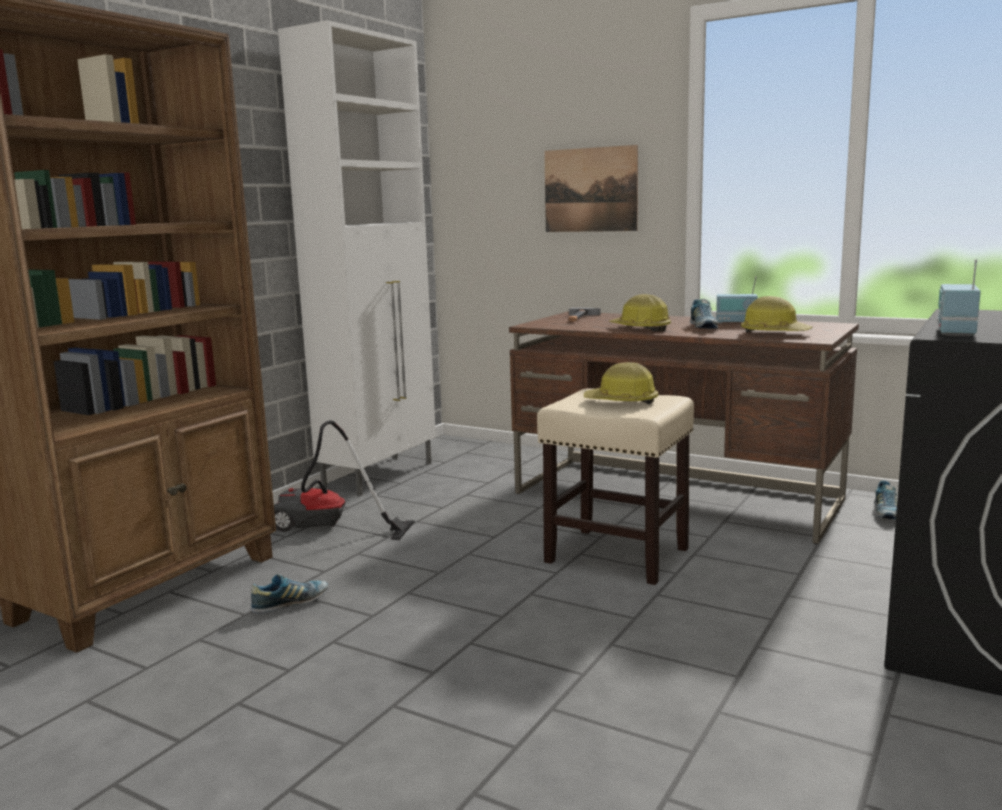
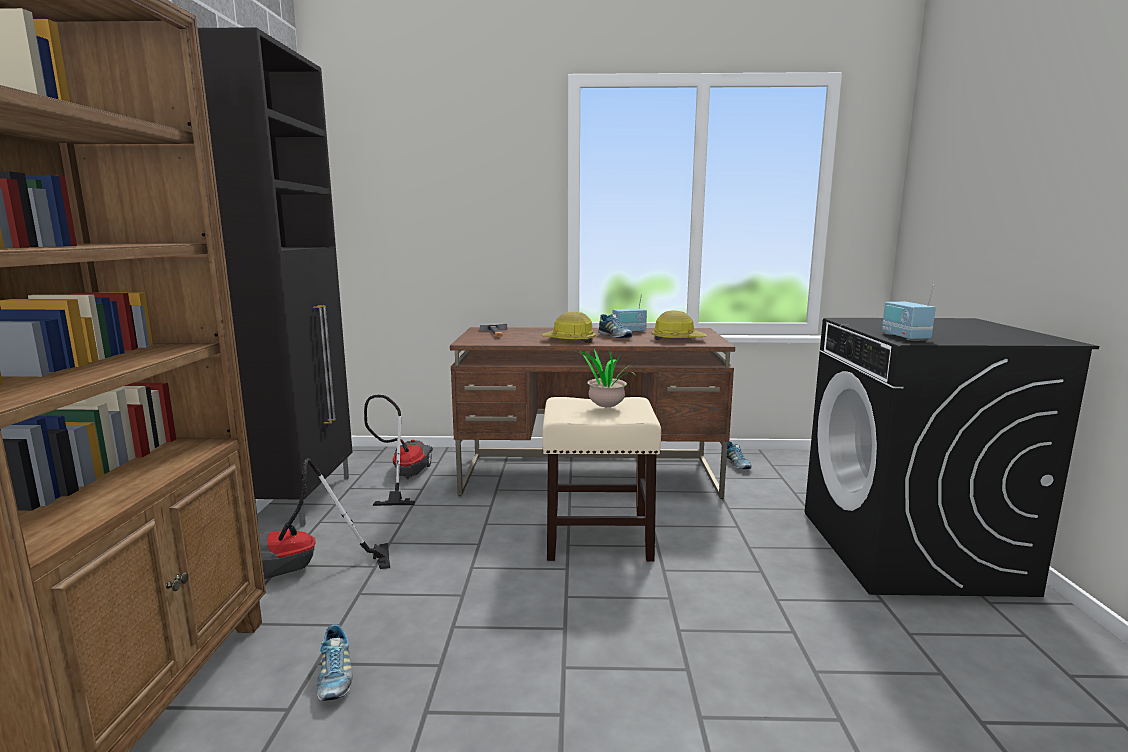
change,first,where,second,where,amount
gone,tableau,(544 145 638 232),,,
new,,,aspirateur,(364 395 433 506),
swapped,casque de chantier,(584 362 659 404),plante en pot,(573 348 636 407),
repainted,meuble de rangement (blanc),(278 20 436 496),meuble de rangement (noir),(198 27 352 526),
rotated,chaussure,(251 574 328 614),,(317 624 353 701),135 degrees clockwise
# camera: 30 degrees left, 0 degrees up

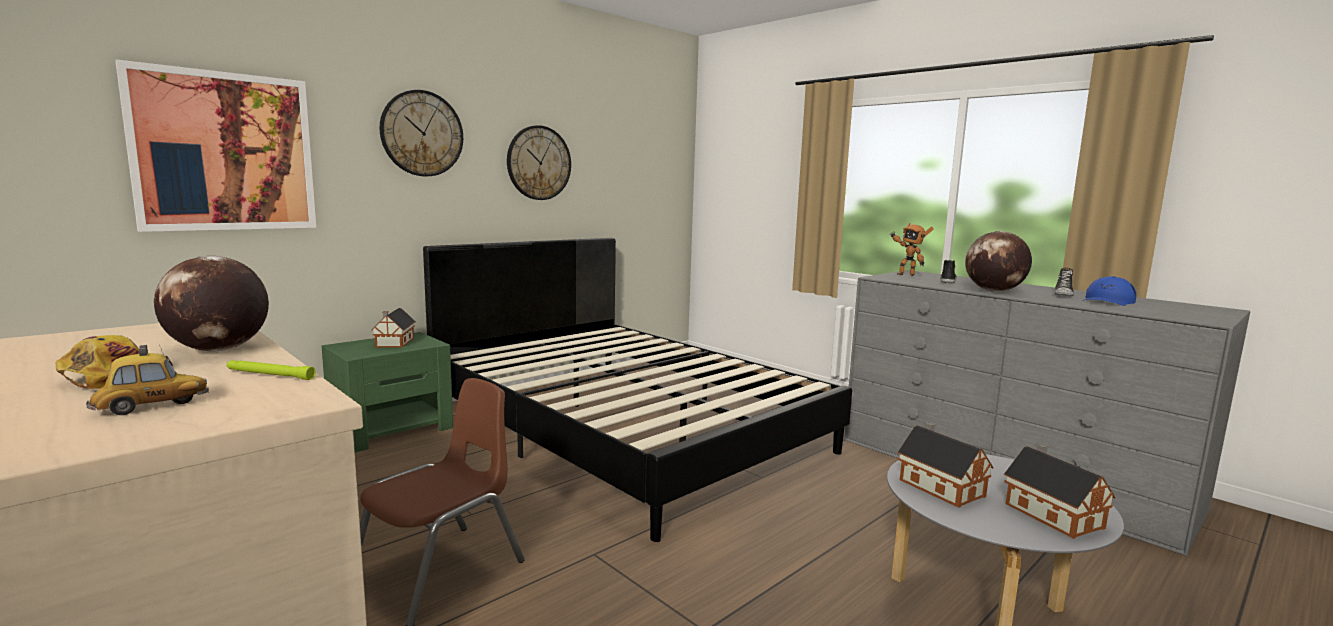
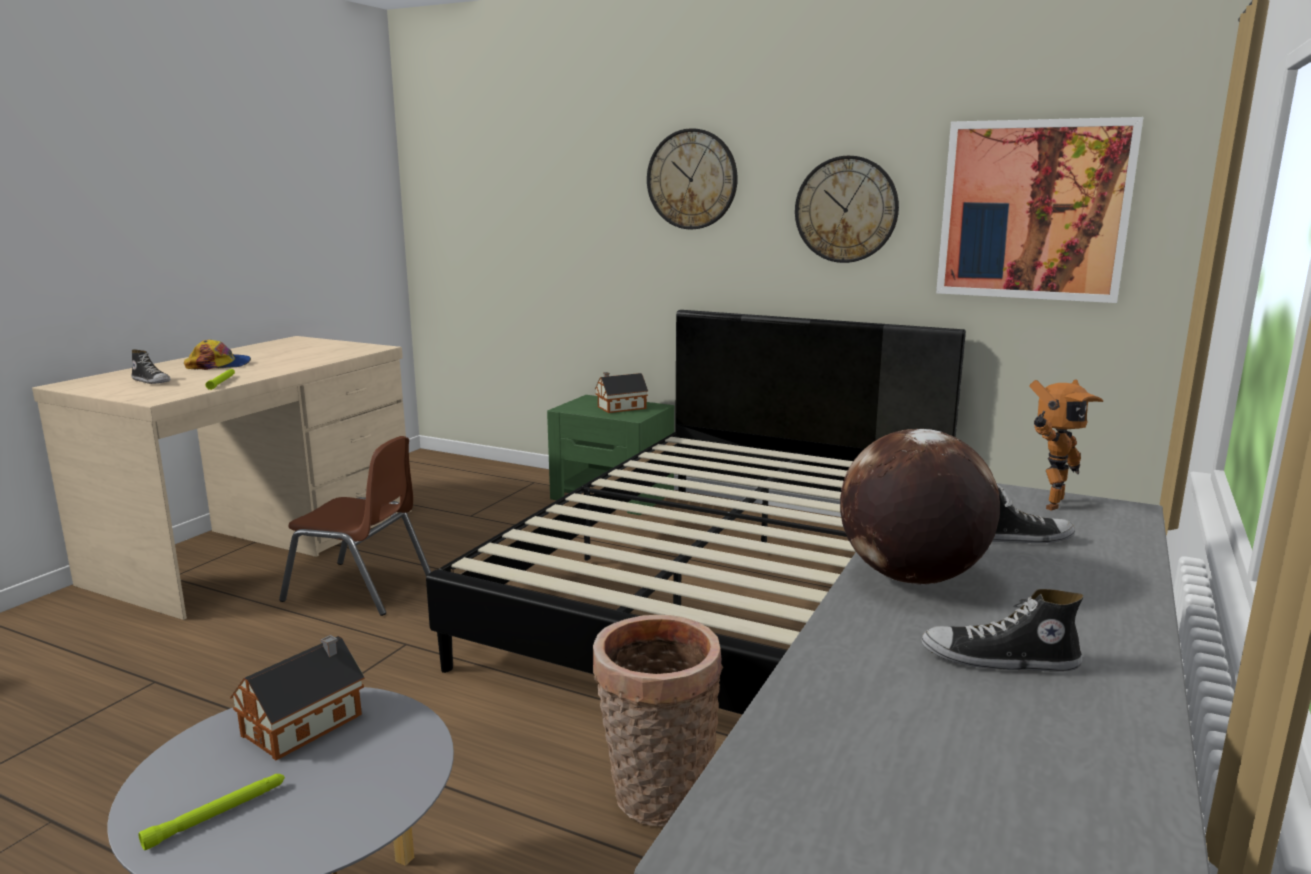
change,first,where,second,where,amount
gone,globe,(154 256 269 351),,,
gone,casquette (bleu),(1085 276 1137 306),,,
new,,,panier,(593 615 723 827),
shifted,tableau,(115 59 316 232),,(936 117 1143 303),
swapped,petite voiture,(86 344 209 415),chaussure,(131 349 170 384),
swapped,maison miniature,(1004 443 1116 539),lampe de poche (vert),(138 774 285 850),
rotated,robot jouet,(890 223 933 276),,(1030 379 1103 511),150 degrees counterclockwise
# camera: 70 degrees right, 5 degrees up

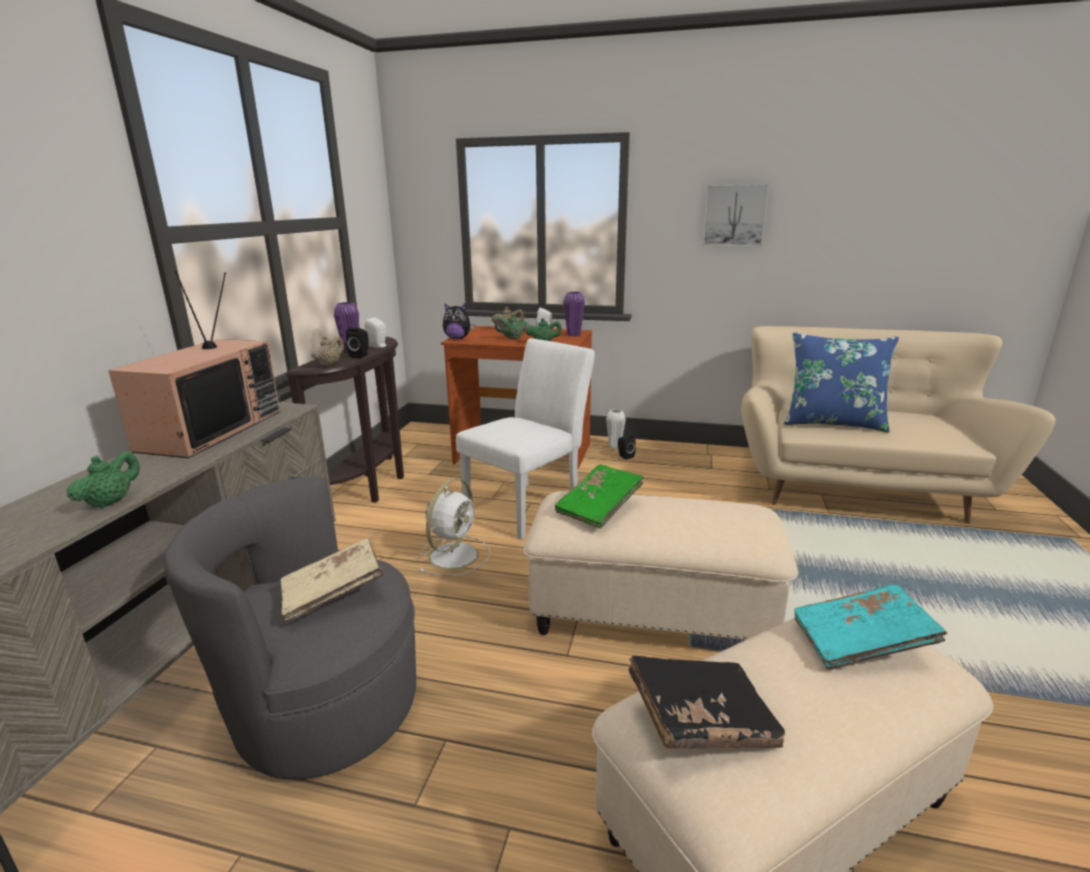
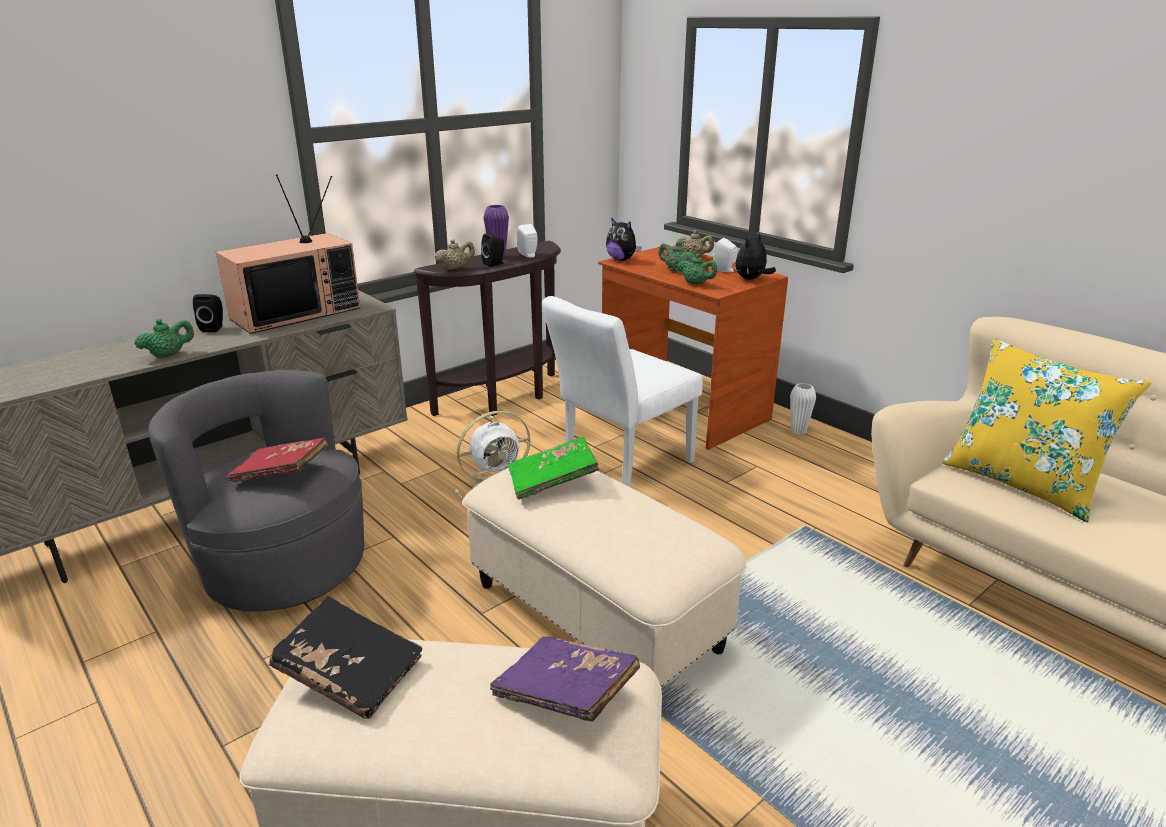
change,first,where,second,where,amount
gone,tableau,(703 184 769 246),,,
shifted,enceinte (noir),(618 435 636 460),,(193 294 223 332),
swapped,vase (violet),(563 292 585 336),peluche,(736 233 776 280),
repainted,livre (beige),(281 538 383 623),livre (rouge),(226 438 328 483),
repainted,coussin (bleu),(784 333 899 433),coussin (jaune),(942 338 1151 522),
repainted,livre (turquoise),(794 584 948 670),livre (violet),(490 637 640 722),
rotated,chaise (blanc),(456 338 595 540),,(542 296 703 487),150 degrees clockwise
# camera: 35 degrees right, 5 degrees up

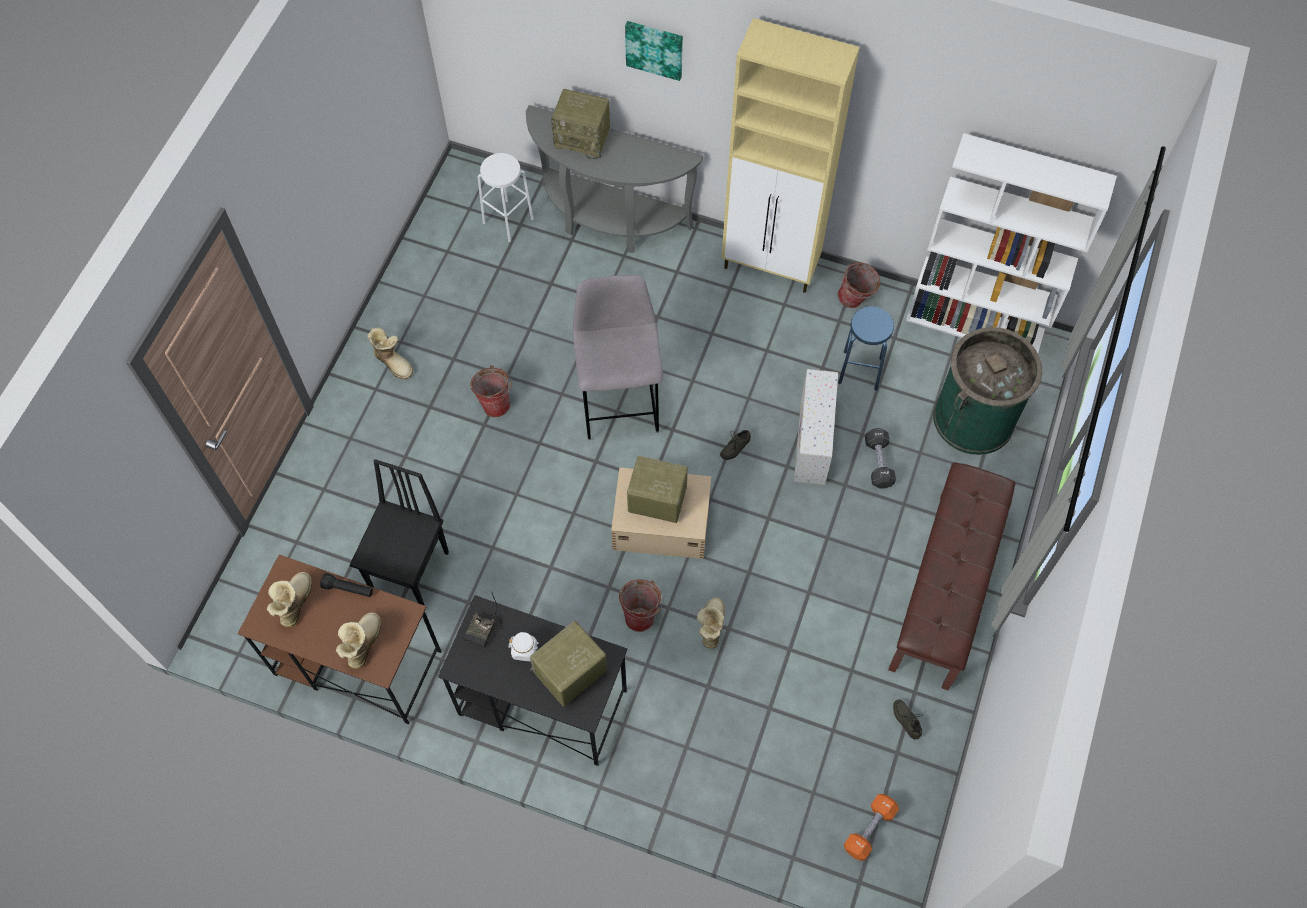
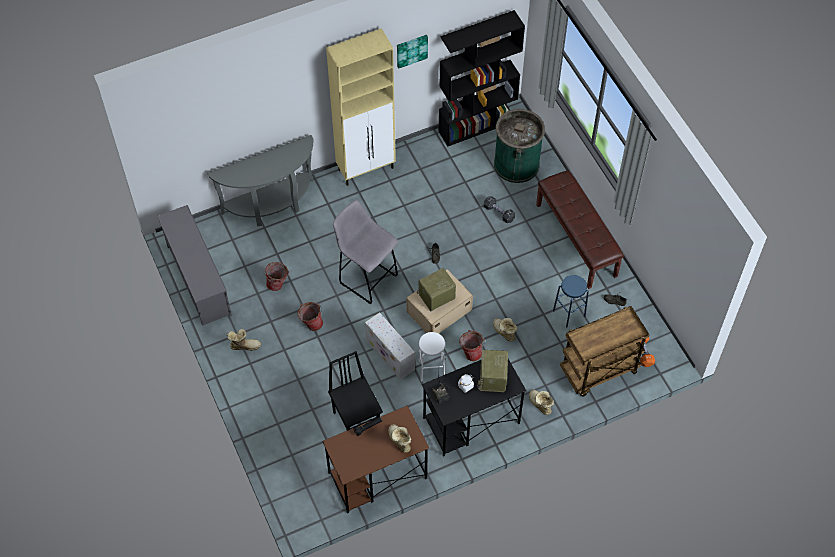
change,first,where,second,where,amount
gone,radio,(551 89 610 159),,,
new,,,étagère à chaussures (gris),(157 205 232 326),
new,,,chariot (marron),(560 306 649 397),
shifted,botte,(267 572 312 627),,(529 389 554 415),
shifted,tabouret (blanc),(478 153 534 242),,(418 332 445 382),
shifted,tableau,(625 21 683 81),,(397 35 428 69),
shifted,boîte de rangement (blanc),(794 369 838 485),,(365 312 415 380),
shifted,seau,(838 262 880 308),,(265 262 289 291),
shifted,tabouret (bleu),(838 306 894 391),,(553 275 589 327),
repainted,bibliothèque (blanc),(906 133 1117 353),bibliothèque (noir),(438 10 525 147),
# camera: 45 degrees left, 5 degrees down

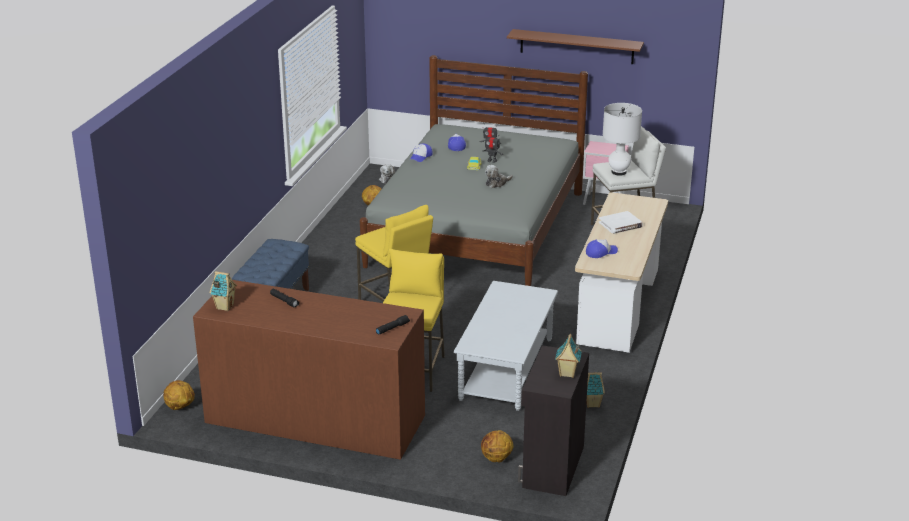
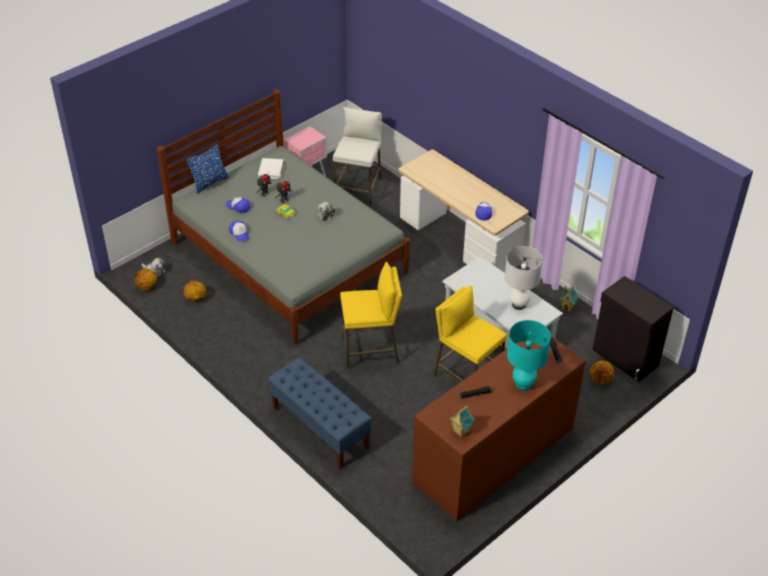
change,first,where,second,where,amount
gone,étagère (marron),(507 29 644 64),,,
gone,maison miniature,(555 334 582 378),,,
new,,,coussin (bleu),(186 144 229 193),
new,,,lampe de table (turquoise),(507 320 551 391),
shifted,ballon de basket,(163 380 195 410),,(134 268 157 290),
shifted,livre (blanc),(599 211 643 234),,(258 158 285 179),
shifted,lampe de table (blanc),(603 103 642 176),,(505 246 543 310),
# camera: 60 degrees left, 15 degrees up

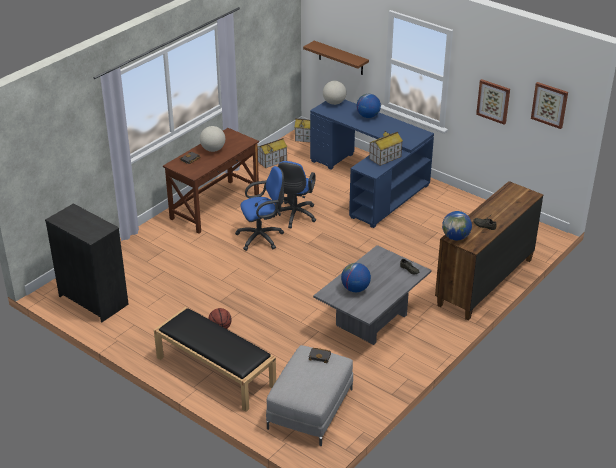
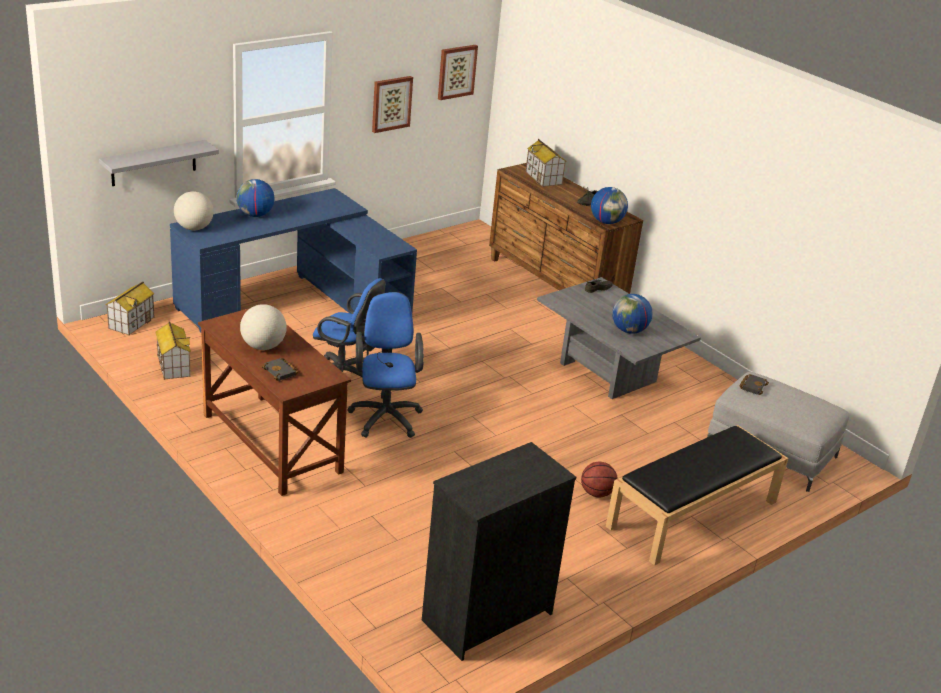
change,first,where,second,where,amount
shifted,maison miniature,(369 131 403 166),,(526 139 567 187),
repainted,étagère (marron),(303 41 369 75),étagère (gris),(99 140 219 186),
# camera: 80 degrees left, 5 degrees down

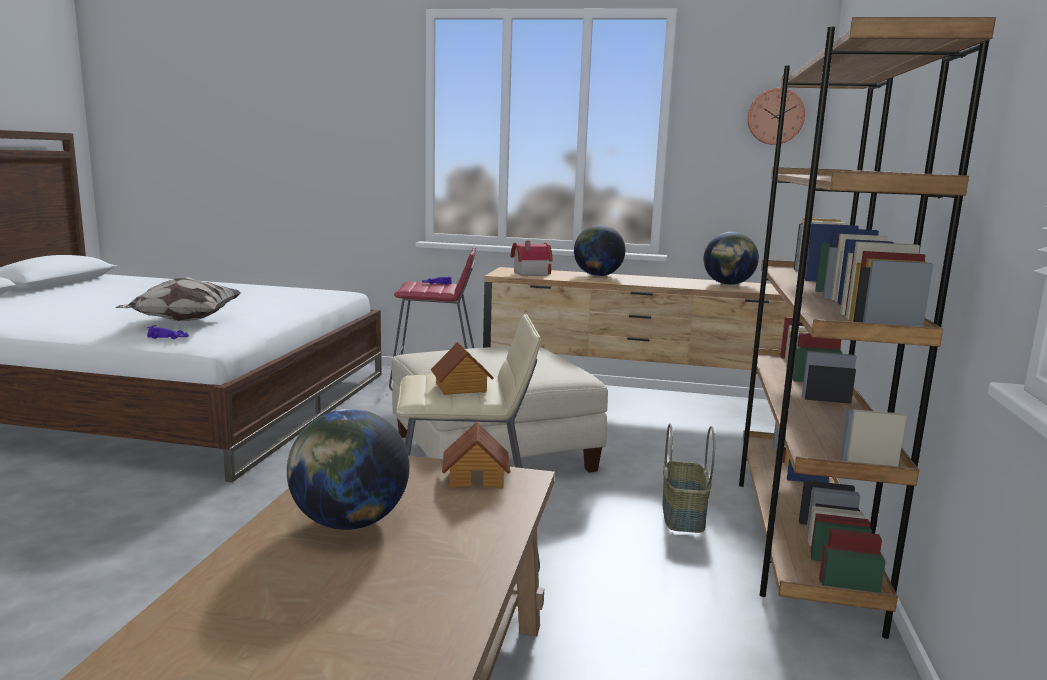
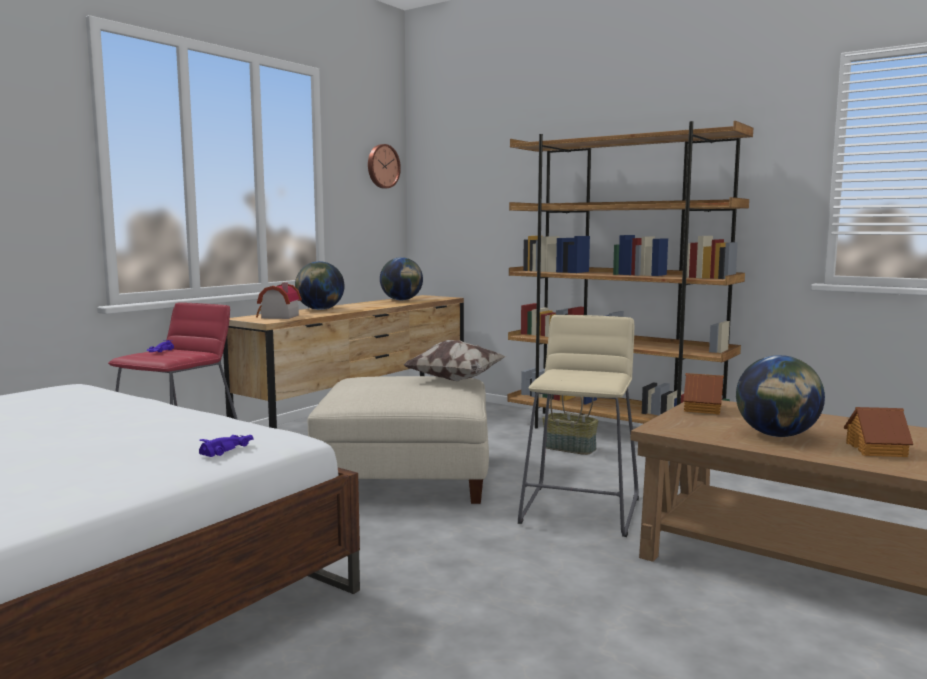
change,first,where,second,where,amount
shifted,coussin,(115 277 241 321),,(404 340 507 381),
shifted,maison miniature,(431 342 494 395),,(844 407 913 457),
# camera: 65 degrees left, 5 degrees down

